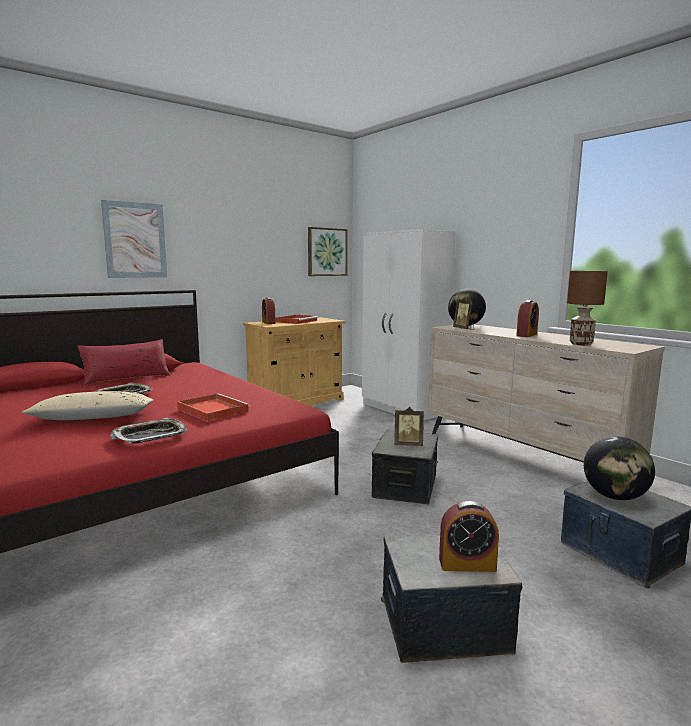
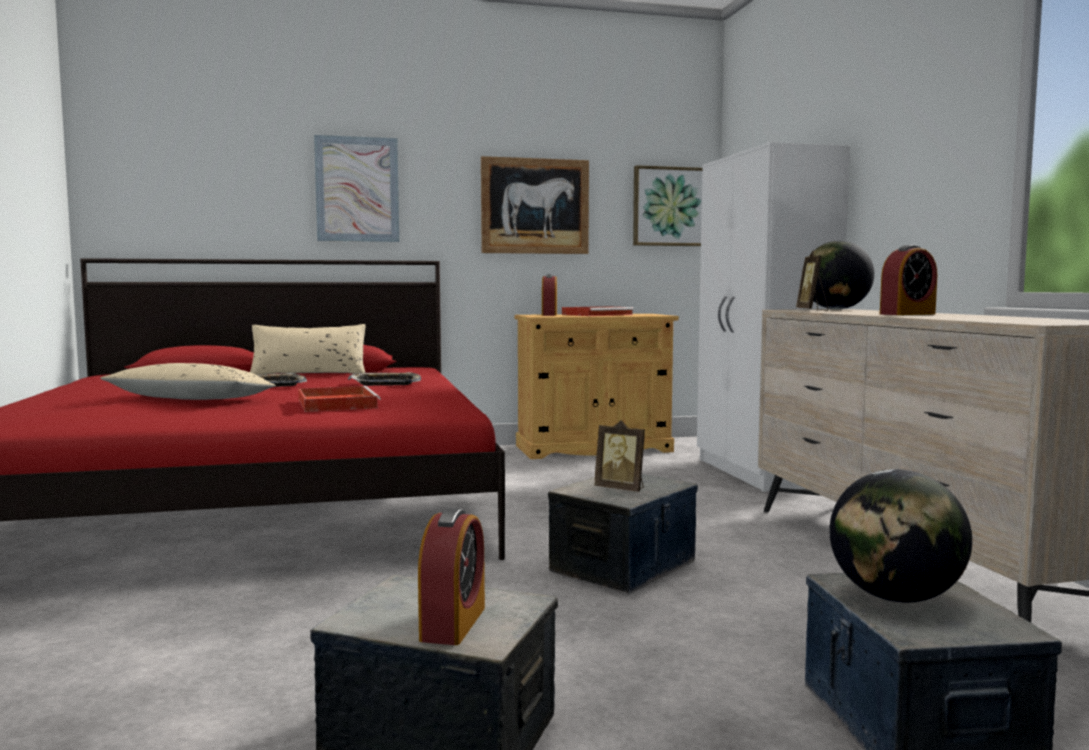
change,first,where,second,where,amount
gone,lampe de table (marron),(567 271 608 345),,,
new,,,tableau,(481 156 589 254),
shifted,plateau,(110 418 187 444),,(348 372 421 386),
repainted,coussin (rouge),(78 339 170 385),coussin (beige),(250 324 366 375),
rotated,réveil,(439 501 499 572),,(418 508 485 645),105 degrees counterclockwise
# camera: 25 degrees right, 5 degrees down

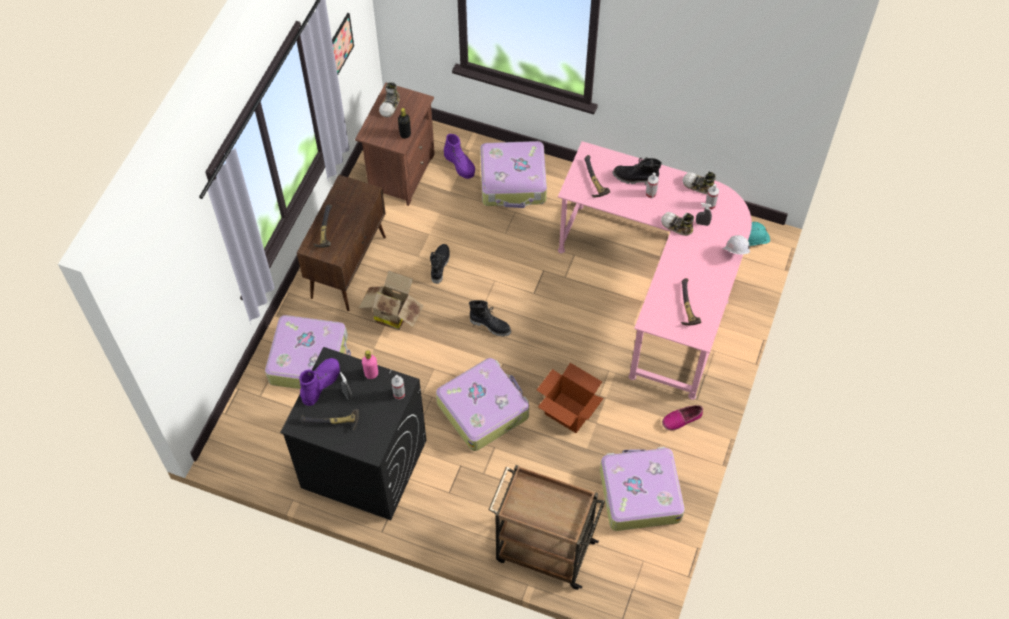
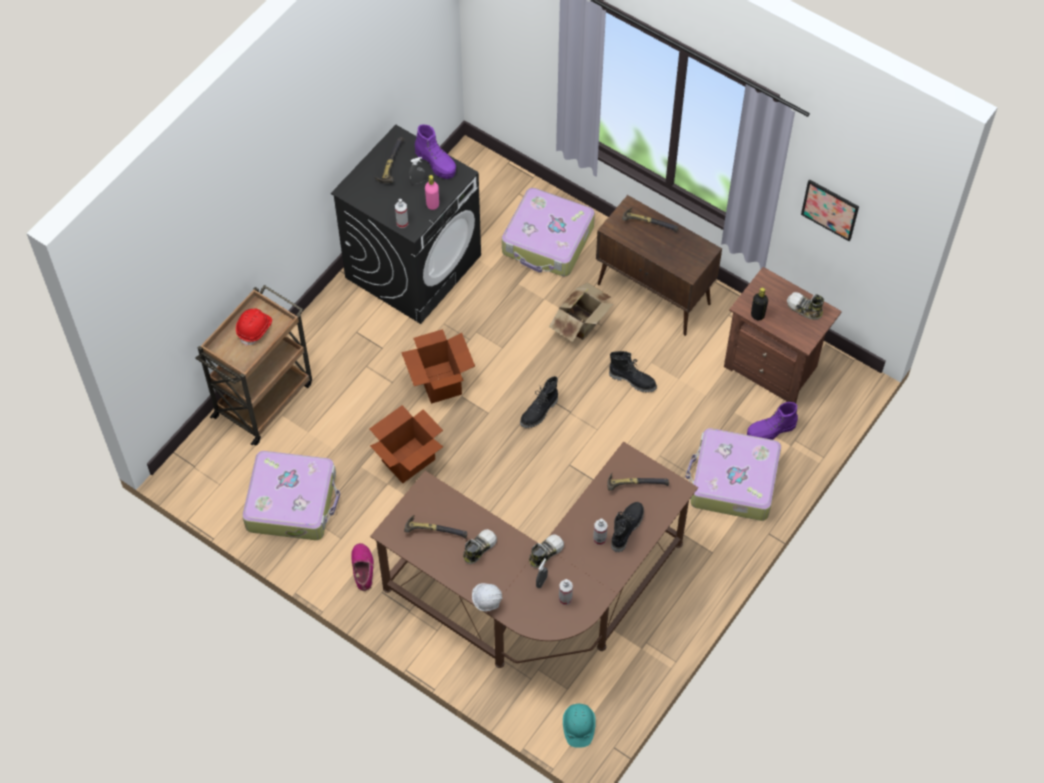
change,first,where,second,where,amount
new,,,casque de chantier (rouge),(236 308 272 346),
shifted,chaussure,(682 171 716 194),,(463 529 497 564),
swapped,valise,(436 358 529 451),carton,(401 329 475 404),
repainted,bureau (rose),(558 141 752 400),bureau (marron),(370 442 698 668),
# camera: 105 degrees right, 0 degrees up

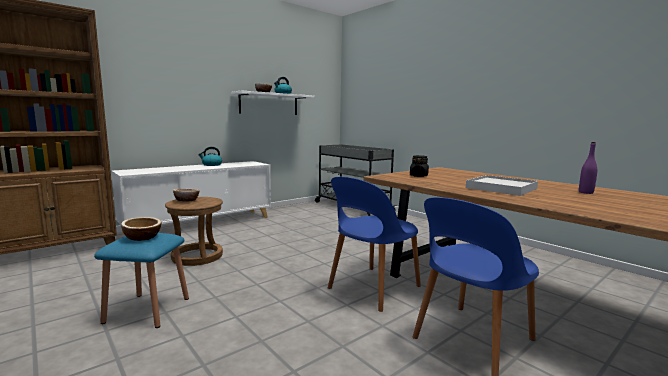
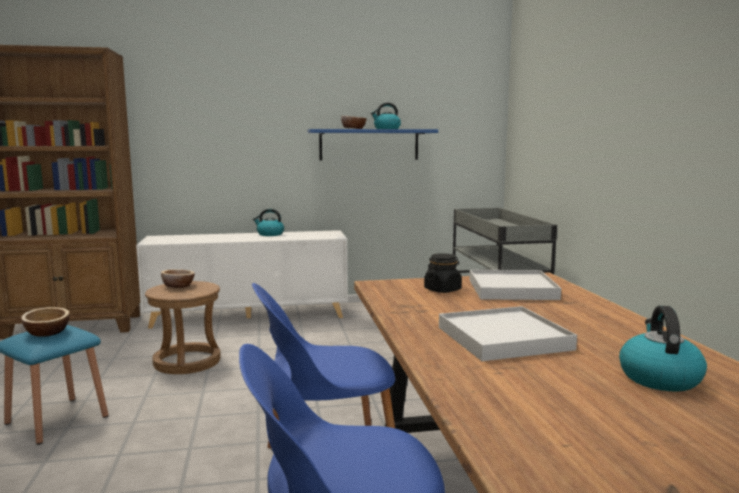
change,first,where,second,where,amount
new,,,plateau (blanc),(469 270 561 300),
swapped,bouteille (violet),(579 142 597 194),bouilloire,(619 306 707 392),
repainted,étagère (blanc),(231 91 314 115),étagère (bleu),(308 129 438 160),
# camera: 30 degrees right, 0 degrees up

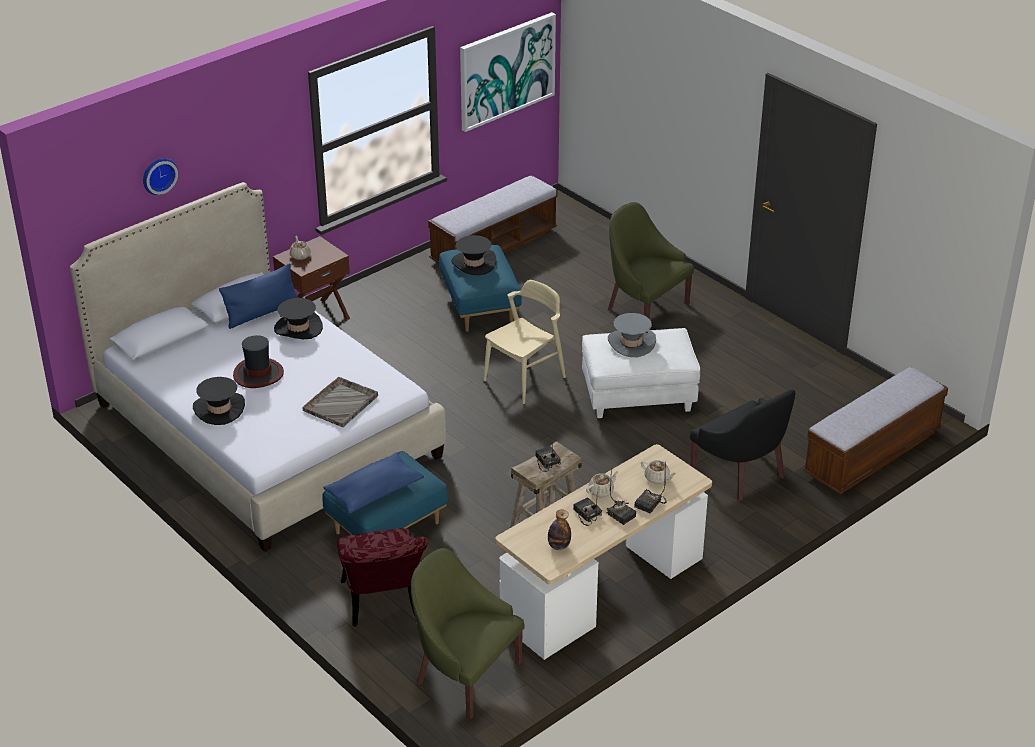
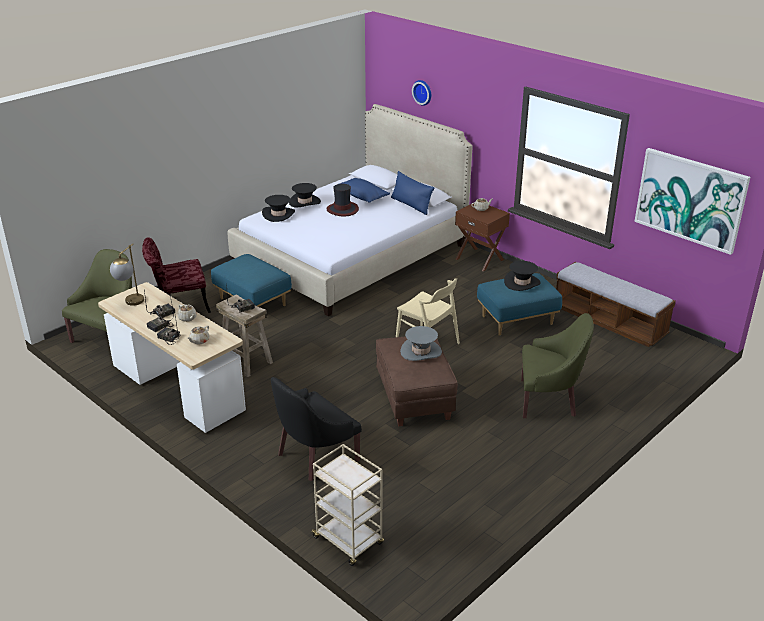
change,first,where,second,where,amount
gone,plateau (gris),(302 377 378 427),,,
shifted,chapeau (noir),(274 298 323 339),,(262 195 295 222),
shifted,coussin (bleu),(323 452 424 514),,(340 178 390 203),
swapped,bouteille,(548 509 571 550),lampe de table,(110 244 144 306),
swapped,banc,(803 367 948 495),chariot (beige),(310 444 384 566),
repainted,pouf (blanc),(582 328 700 418),pouf (marron),(376 336 458 426),
rotated,fauteuil (vert),(608 202 694 319),,(521 313 594 418),60 degrees clockwise
# camera: 85 degrees right, 5 degrees down

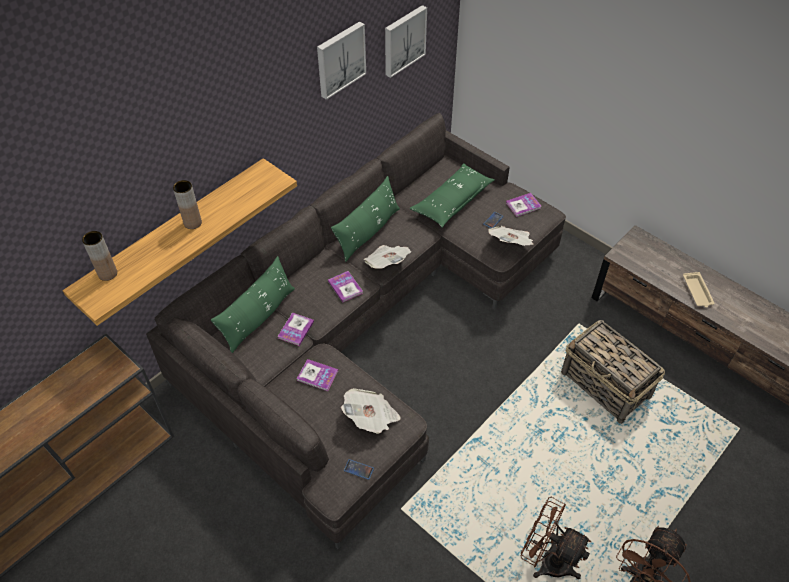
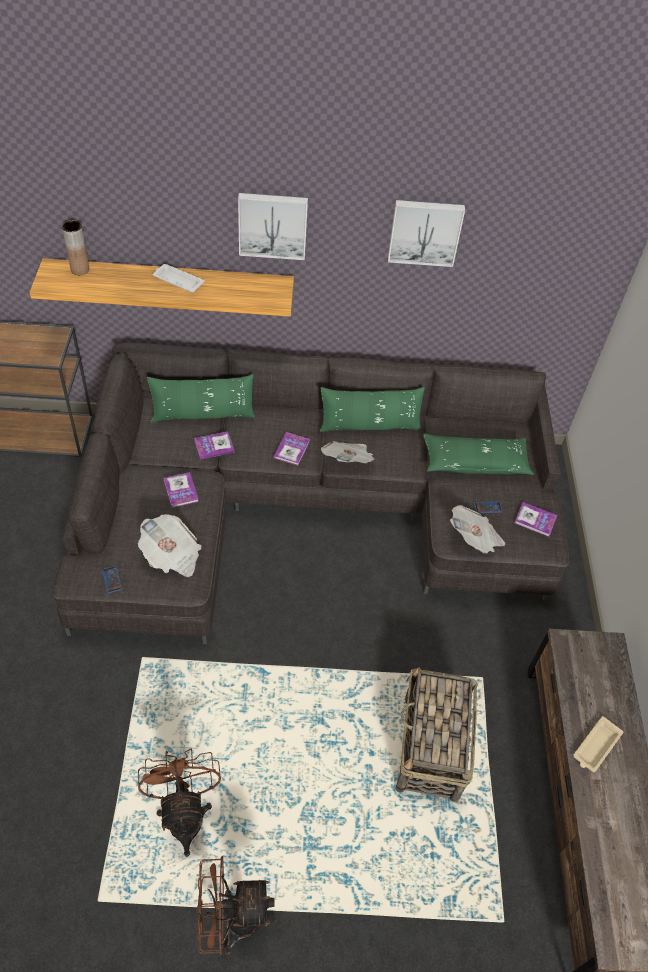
change,first,where,second,where,amount
shifted,tableau,(385 5 427 78),,(238 193 308 260),
swapped,vase (marron),(173 180 202 229),plateau (blanc),(153 264 205 292),
# camera: 45 degrees right, 0 degrees up

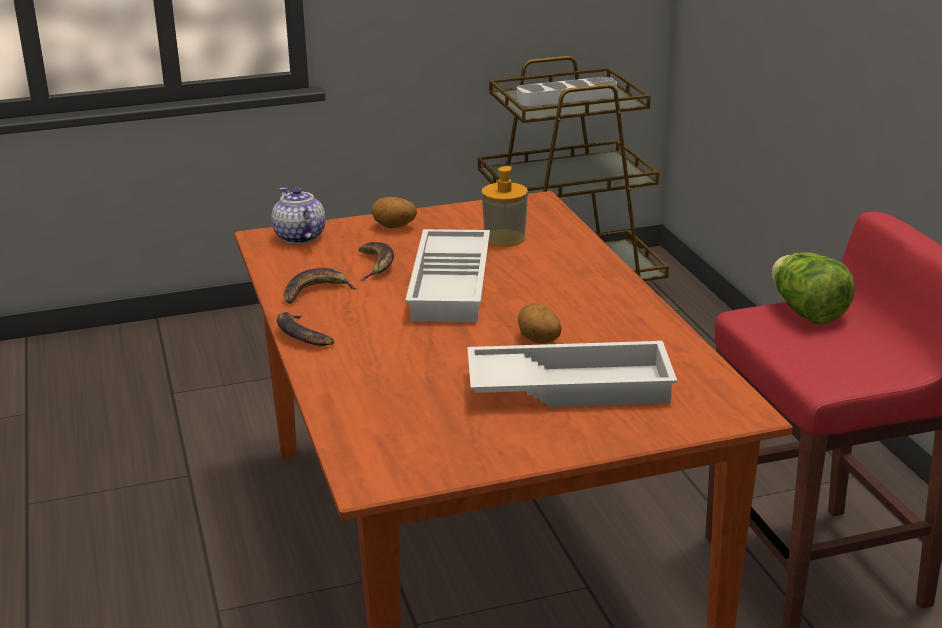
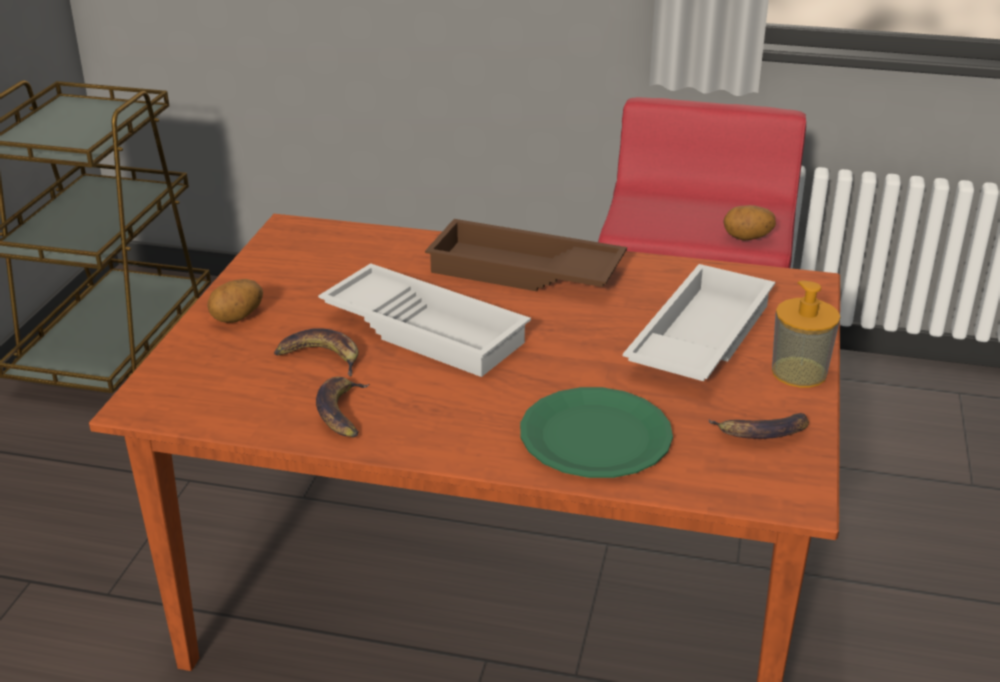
change,first,where,second,where,amount
gone,théière,(271 188 325 244),,,
gone,plateau (gris),(517 77 617 106),,,
gone,laitue,(772 252 855 325),,,
new,,,plateau (marron),(425 219 627 291),
new,,,assiette (vert),(520 387 673 478),
shifted,banane,(277 312 335 346),,(708 413 809 439),
shifted,distributeur de savon,(481 166 528 247),,(772 280 840 387),
shifted,pomme de terre,(518 303 562 344),,(723 205 776 241),
# camera: 60 degrees left, 5 degrees up

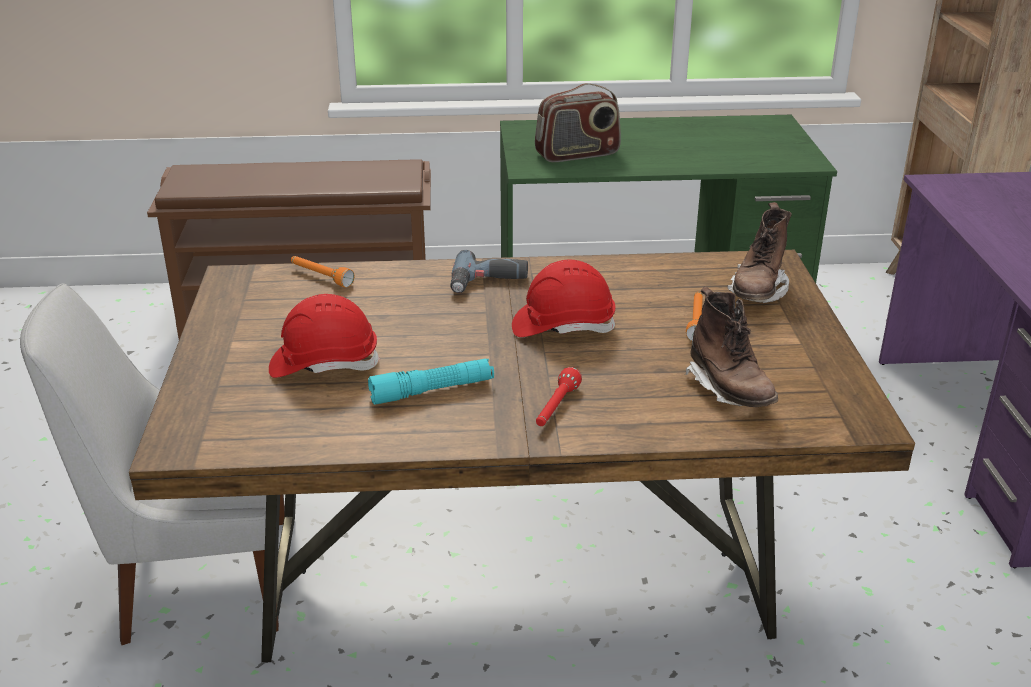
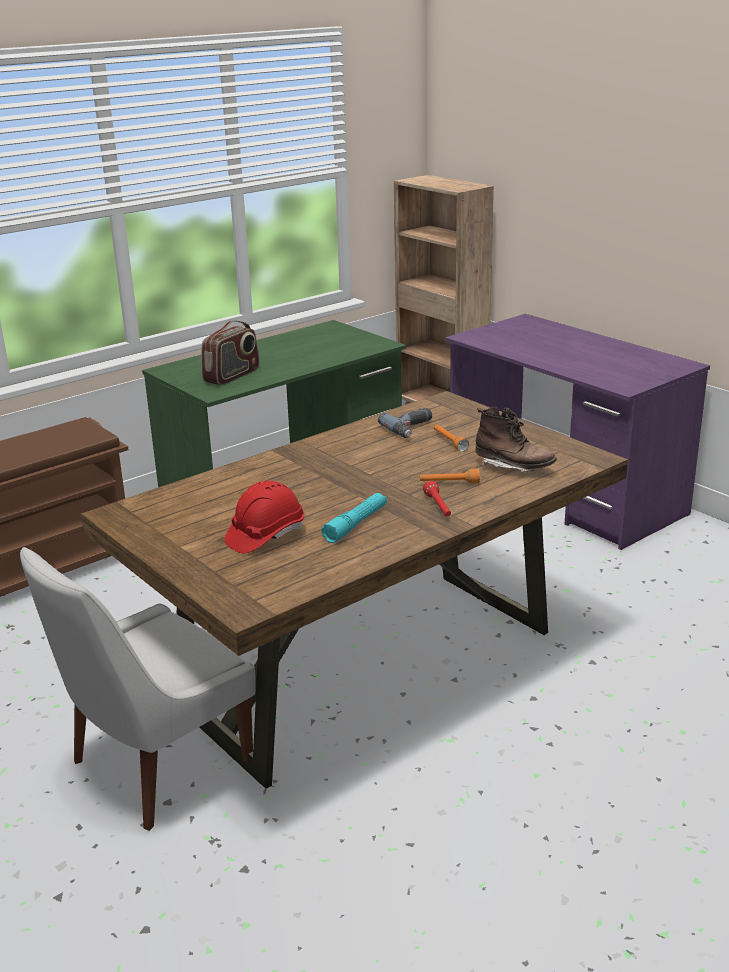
change,first,where,second,where,amount
gone,casque de chantier (rouge),(512 260 616 337),,,
gone,botte (marron),(727 202 792 303),,,
shifted,lampe de poche (orange),(291 256 354 287),,(420 469 480 484),
shifted,perceuse,(450 250 528 293),,(378 408 432 438),
# camera: 35 degrees left, 5 degrees down

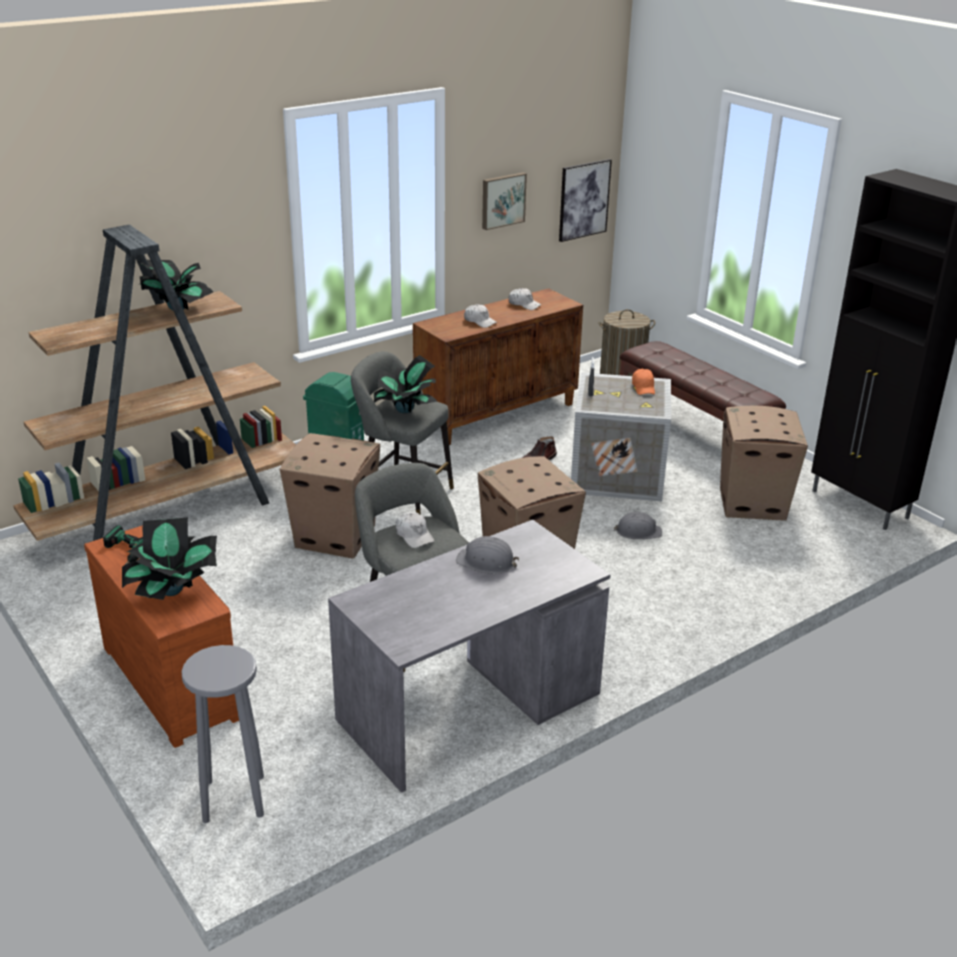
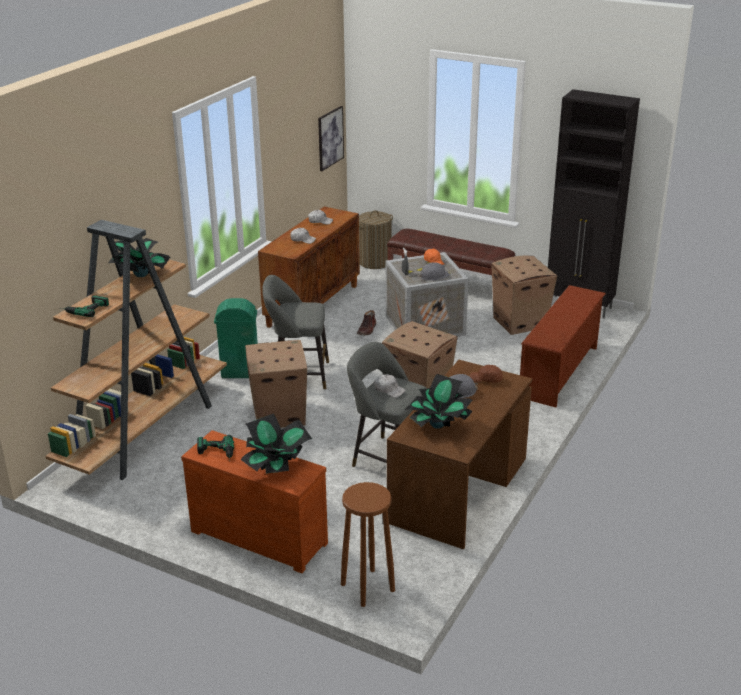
change,first,where,second,where,amount
gone,tableau,(482 172 527 230),,,
new,,,perceuse,(61 295 109 317),
new,,,casquette (marron),(470 365 503 383),
new,,,étagère à chaussures (marron),(520 285 606 407),
shifted,plante en pot,(374 355 438 413),,(405 374 473 429),
shifted,casque de chantier (gris),(614 512 662 539),,(419 262 450 281),
repainted,tabouret (gris),(182 645 264 823),tabouret (marron),(341 482 395 607),
repainted,bureau (gris),(328 520 611 793),bureau (marron),(387 360 532 549),
# camera: 25 degrees left, 0 degrees up

